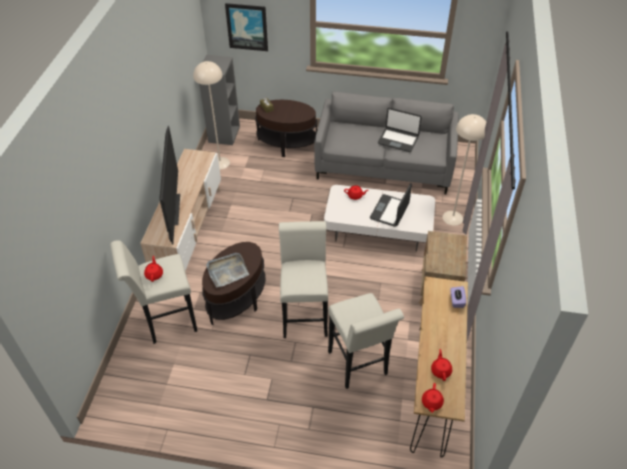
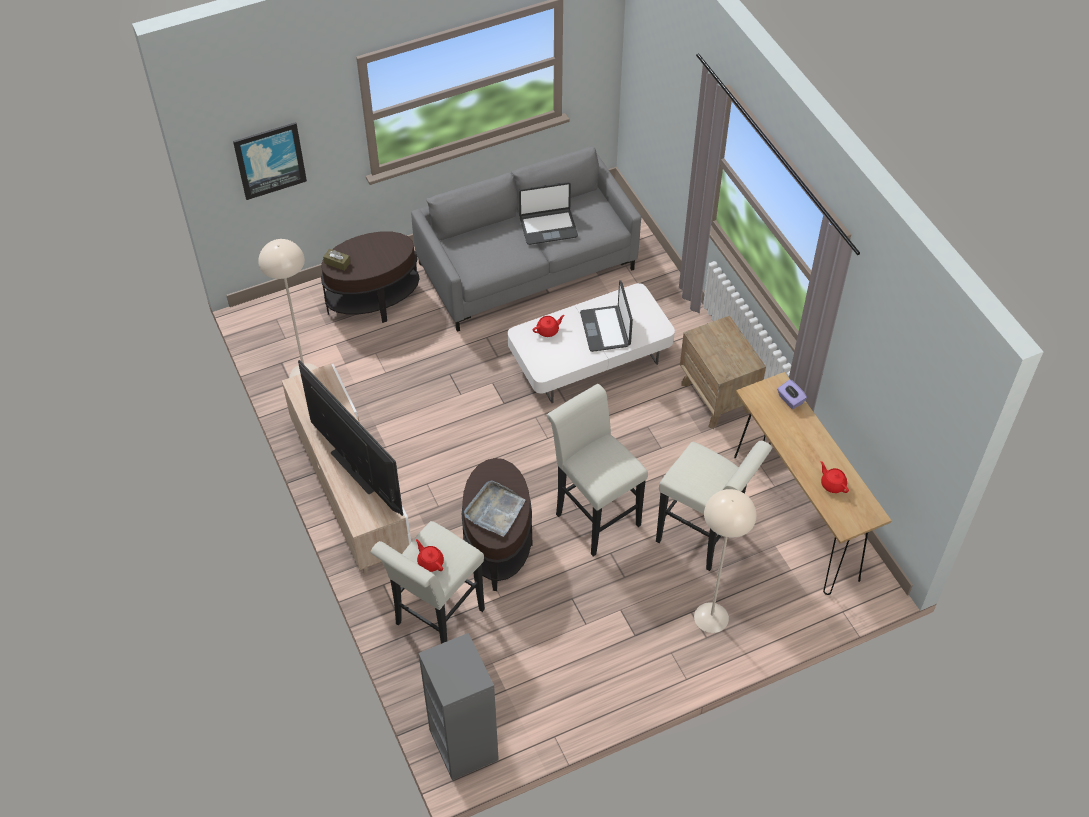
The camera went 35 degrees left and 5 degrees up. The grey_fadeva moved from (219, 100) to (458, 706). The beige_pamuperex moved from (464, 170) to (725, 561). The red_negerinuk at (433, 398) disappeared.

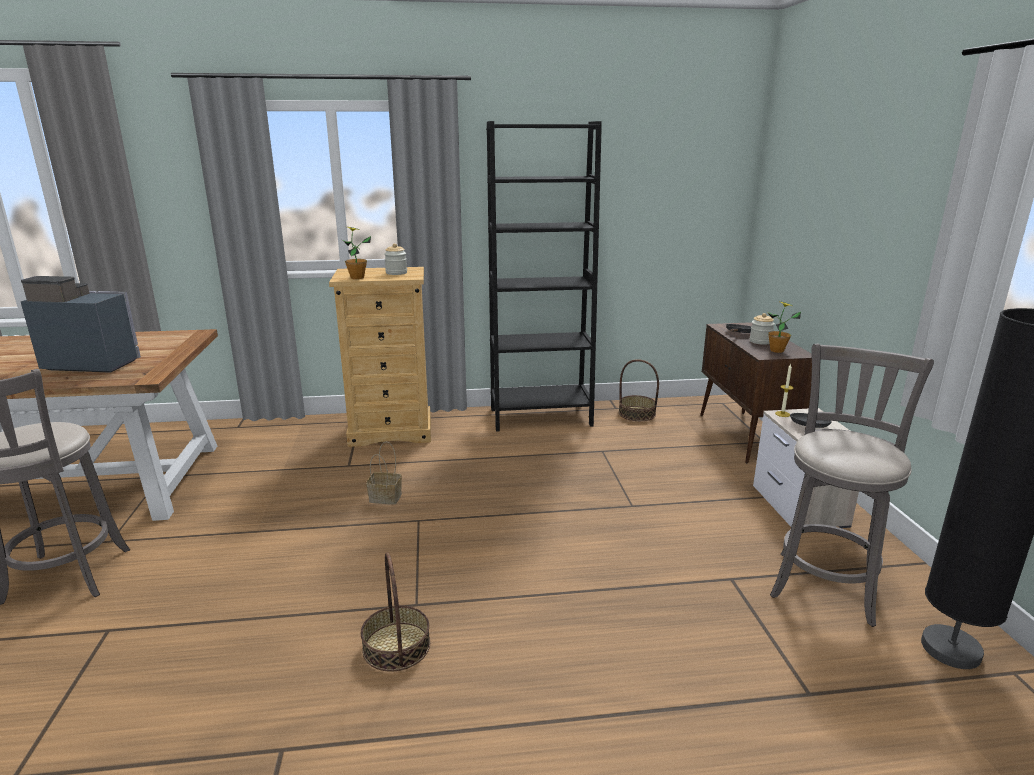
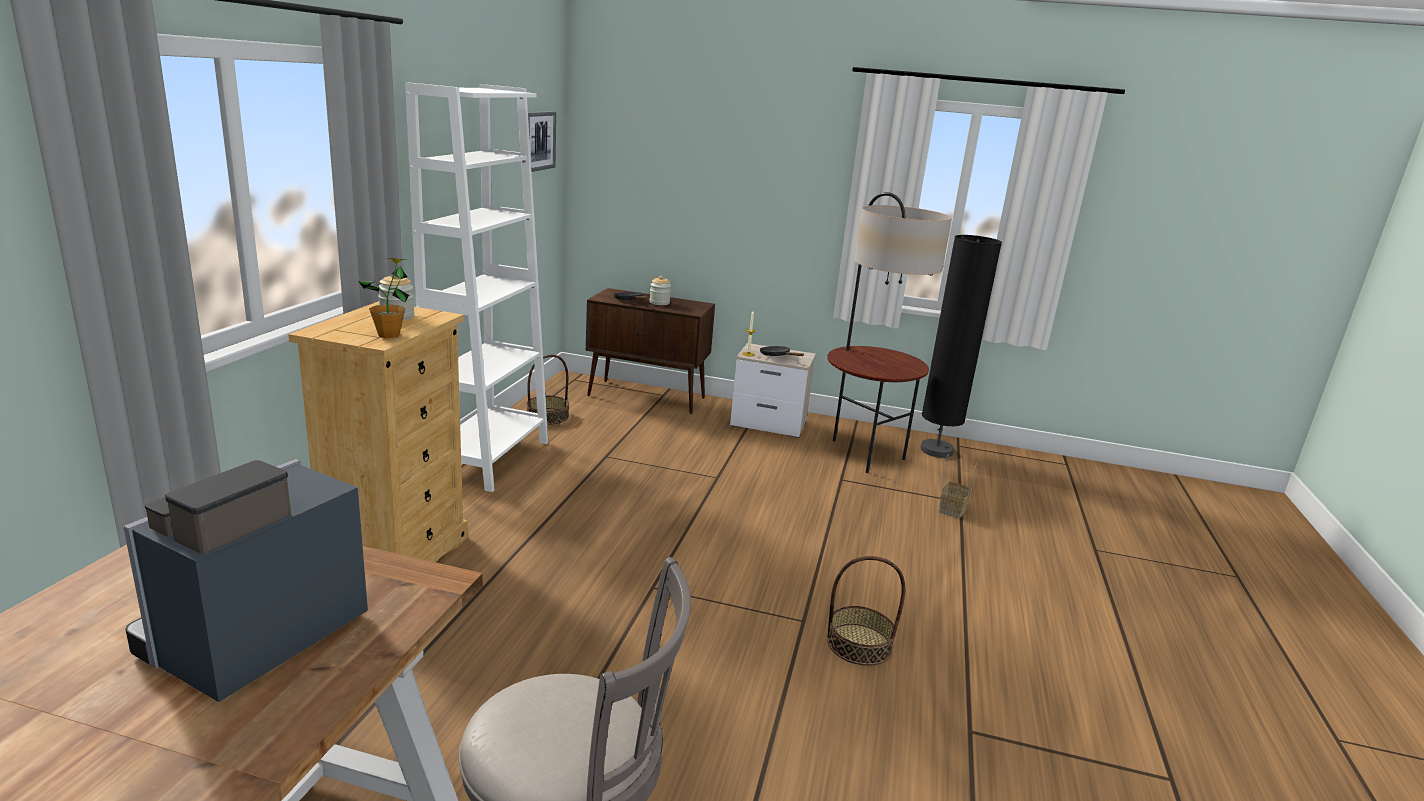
The camera went 70 degrees left and 0 degrees up. The black_fadeva at (544, 276) became the white_fadeva at (476, 287). The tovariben at (784, 327) disappeared. The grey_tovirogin at (852, 485) was replaced by the pamuperex at (889, 332). The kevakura moved from (384, 472) to (958, 486). The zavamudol at (542, 141) appeared.

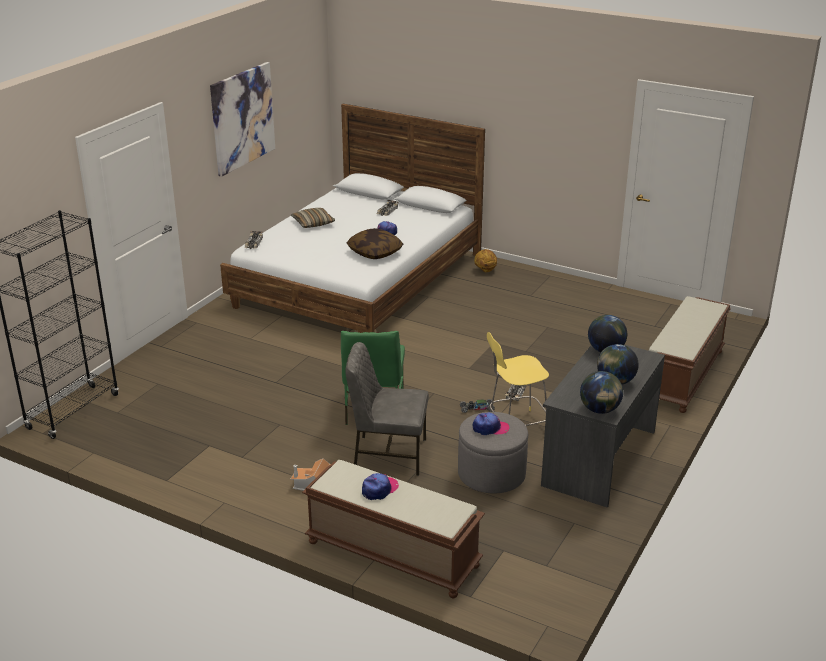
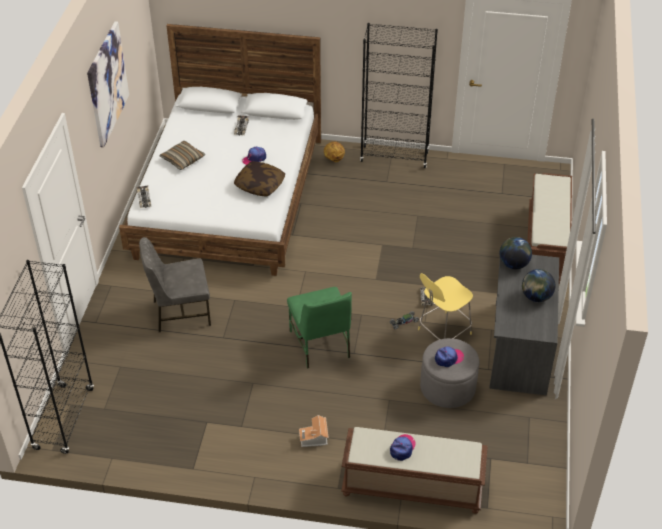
The camera went 20 degrees left and 15 degrees up. The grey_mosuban moved from (387, 408) to (175, 284). The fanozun at (601, 392) disappeared. The black_fadeva at (399, 95) appeared.

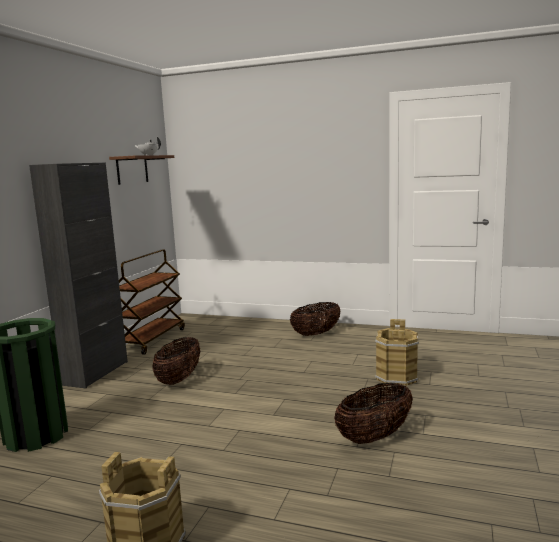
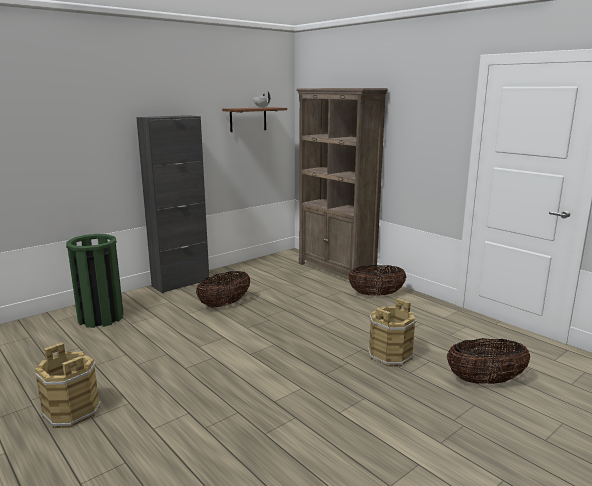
The camera went 30 degrees right and 5 degrees up. The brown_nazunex at (152, 302) disappeared. The kevakura moved from (373, 413) to (488, 361). The brown_fadeva at (342, 182) appeared.

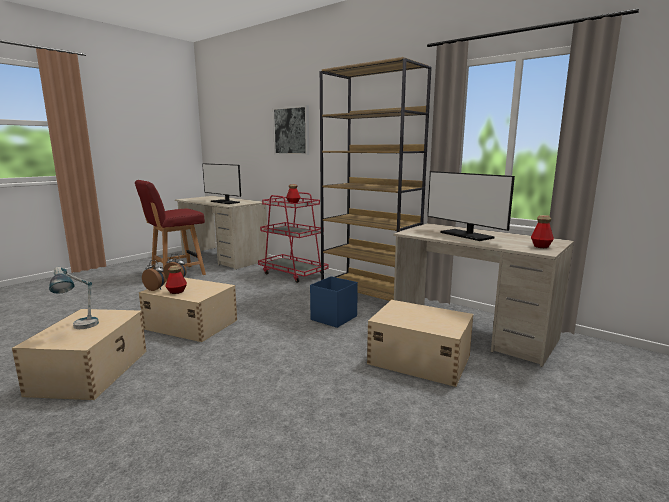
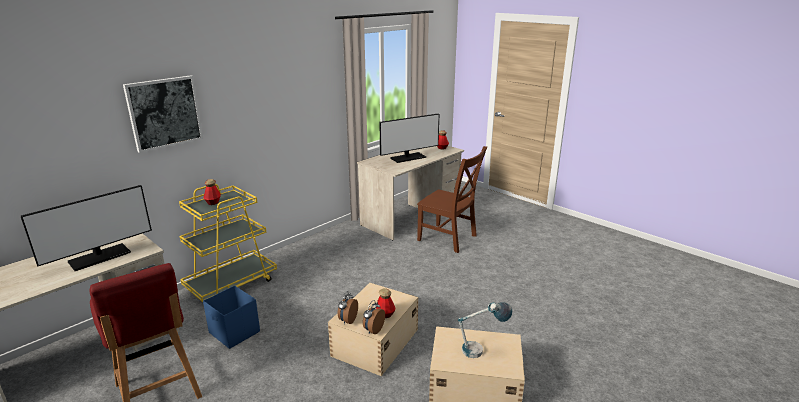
The camera went 85 degrees left and 10 degrees up. The brown_fadeva at (376, 179) disappeared. The red_nazunex at (293, 237) became the yellow_nazunex at (228, 243). The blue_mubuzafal moved from (334, 302) to (231, 317). The beige_mubuzafal at (420, 343) was replaced by the brown_mosuban at (452, 199).

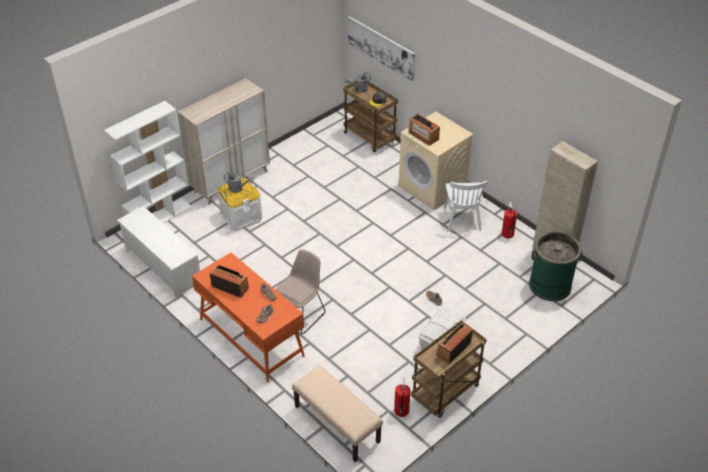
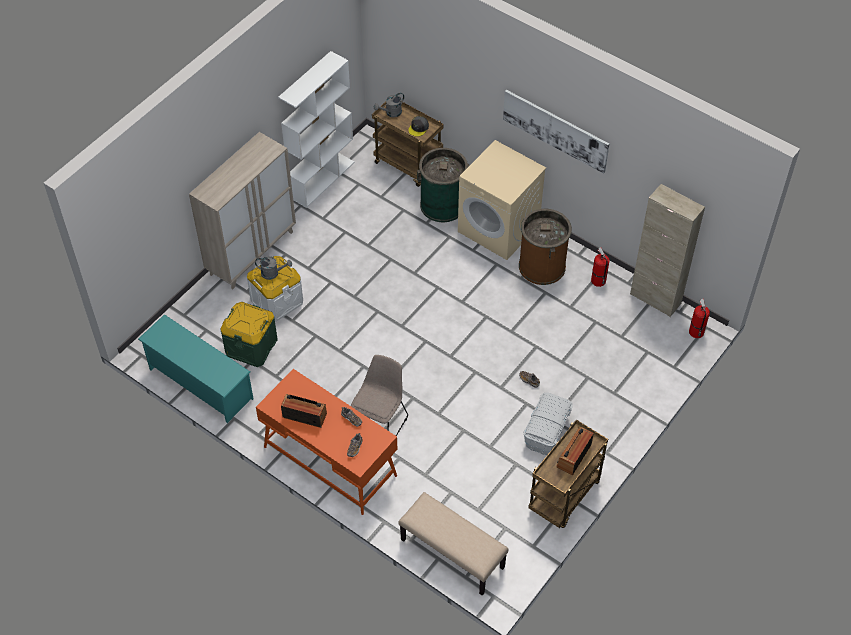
The camera went 10 degrees left and 10 degrees up. The zavamudol moved from (381, 48) to (556, 132). The white_fadeva moved from (148, 162) to (316, 129). The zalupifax at (424, 129) disappeared. The white_mosuban at (465, 206) was replaced by the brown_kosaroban at (545, 247). The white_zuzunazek at (158, 252) became the turquoise_zuzunazek at (196, 368). The green_kosaroban moved from (555, 266) to (443, 185). The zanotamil moved from (402, 397) to (699, 318). The green_mubuzafal at (249, 334) appeared.

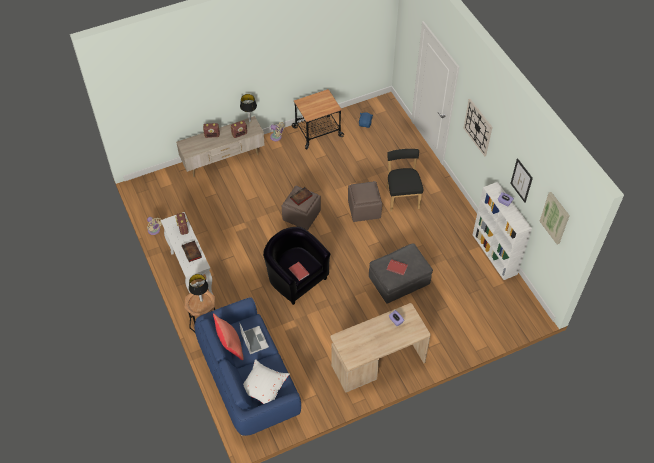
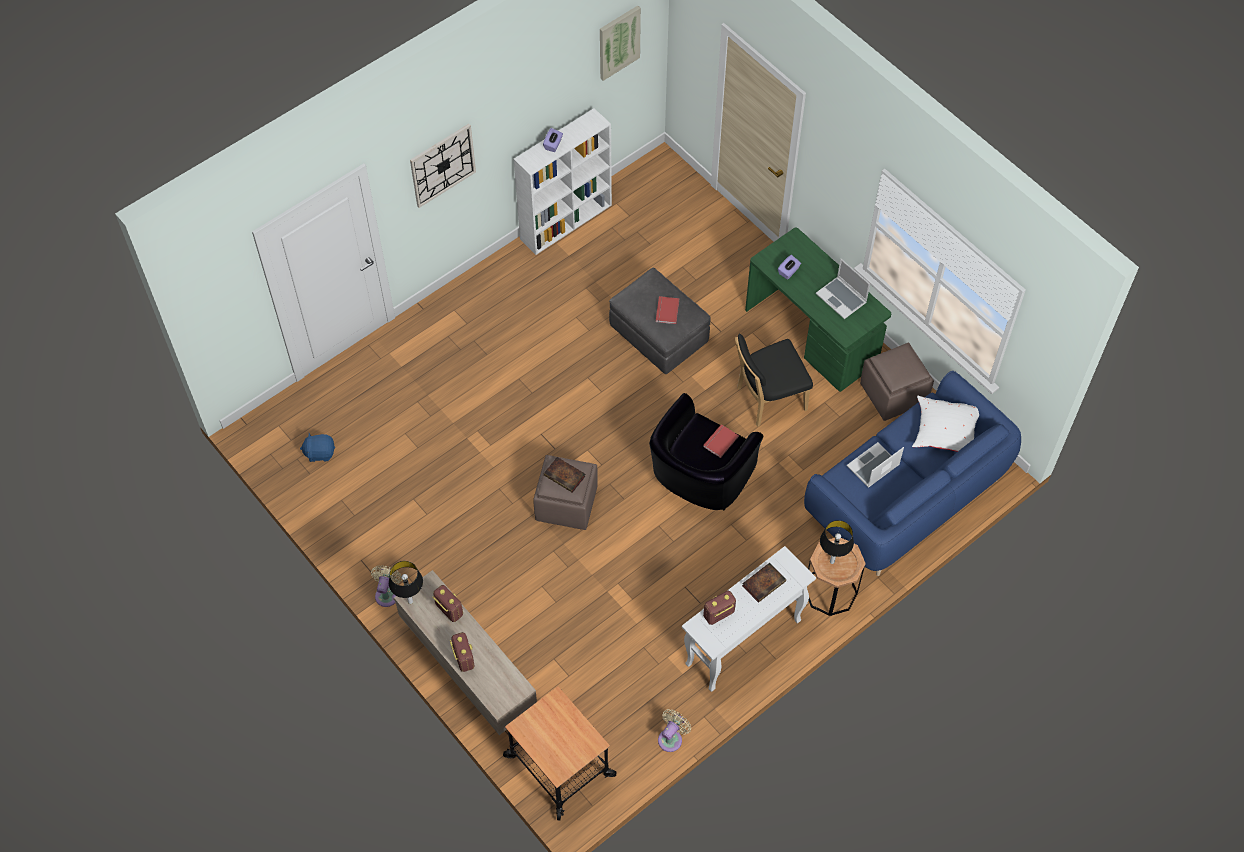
The camera went 105 degrees left and 5 degrees up. The nazunex moved from (318, 119) to (560, 753). The black_mosuban moved from (405, 180) to (774, 380). The zavamudol at (521, 180) disappeared. The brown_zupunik moved from (365, 201) to (897, 382). The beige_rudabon at (380, 348) became the green_rudabon at (818, 310). The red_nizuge at (228, 336) disappeared. The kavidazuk at (843, 289) appeared.

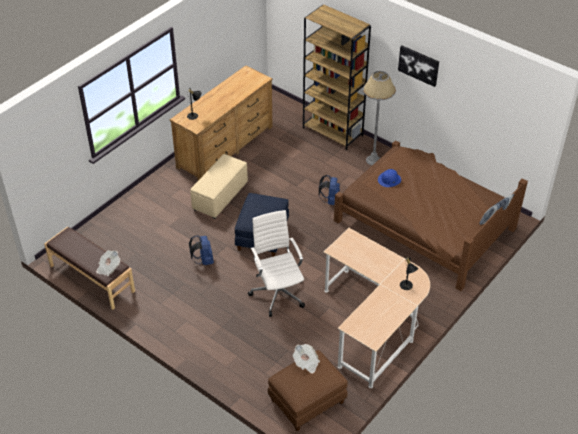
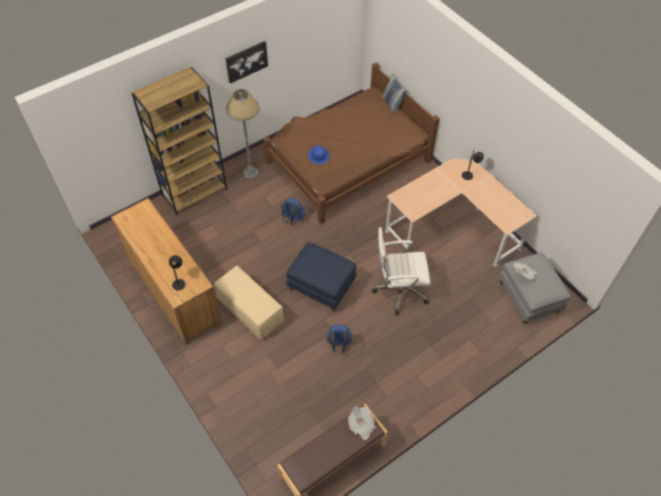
The camera went 75 degrees left and 10 degrees up. The brown_zupunik at (308, 390) became the grey_zupunik at (535, 288).

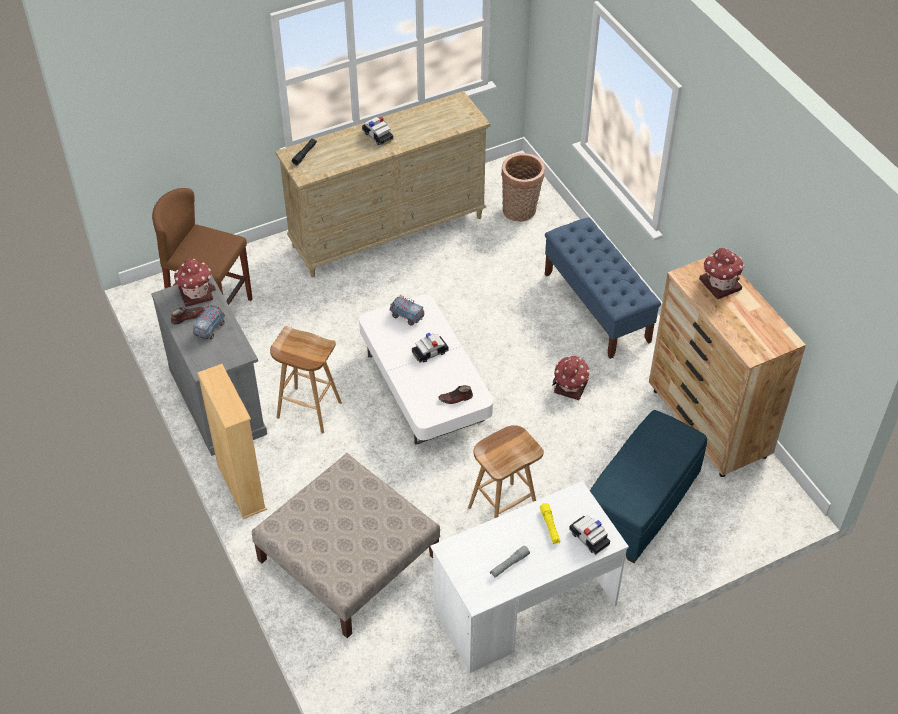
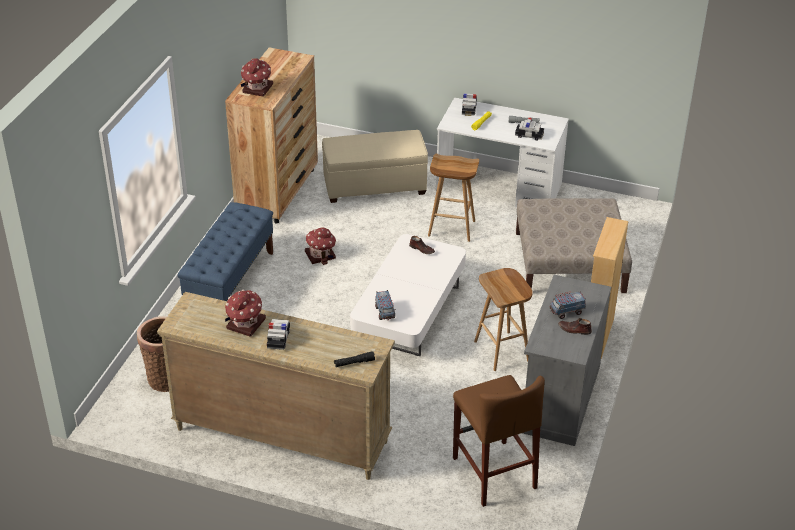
The camera went 135 degrees left and 10 degrees down. The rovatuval moved from (195, 283) to (245, 313). The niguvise moved from (430, 347) to (529, 128). The blue_zupunik at (648, 486) became the beige_zupunik at (375, 166).

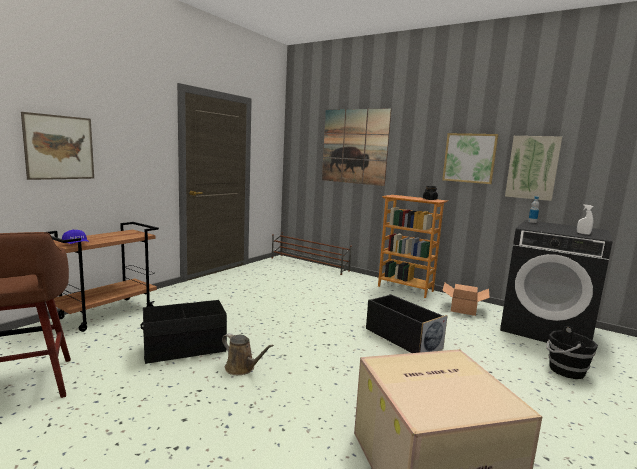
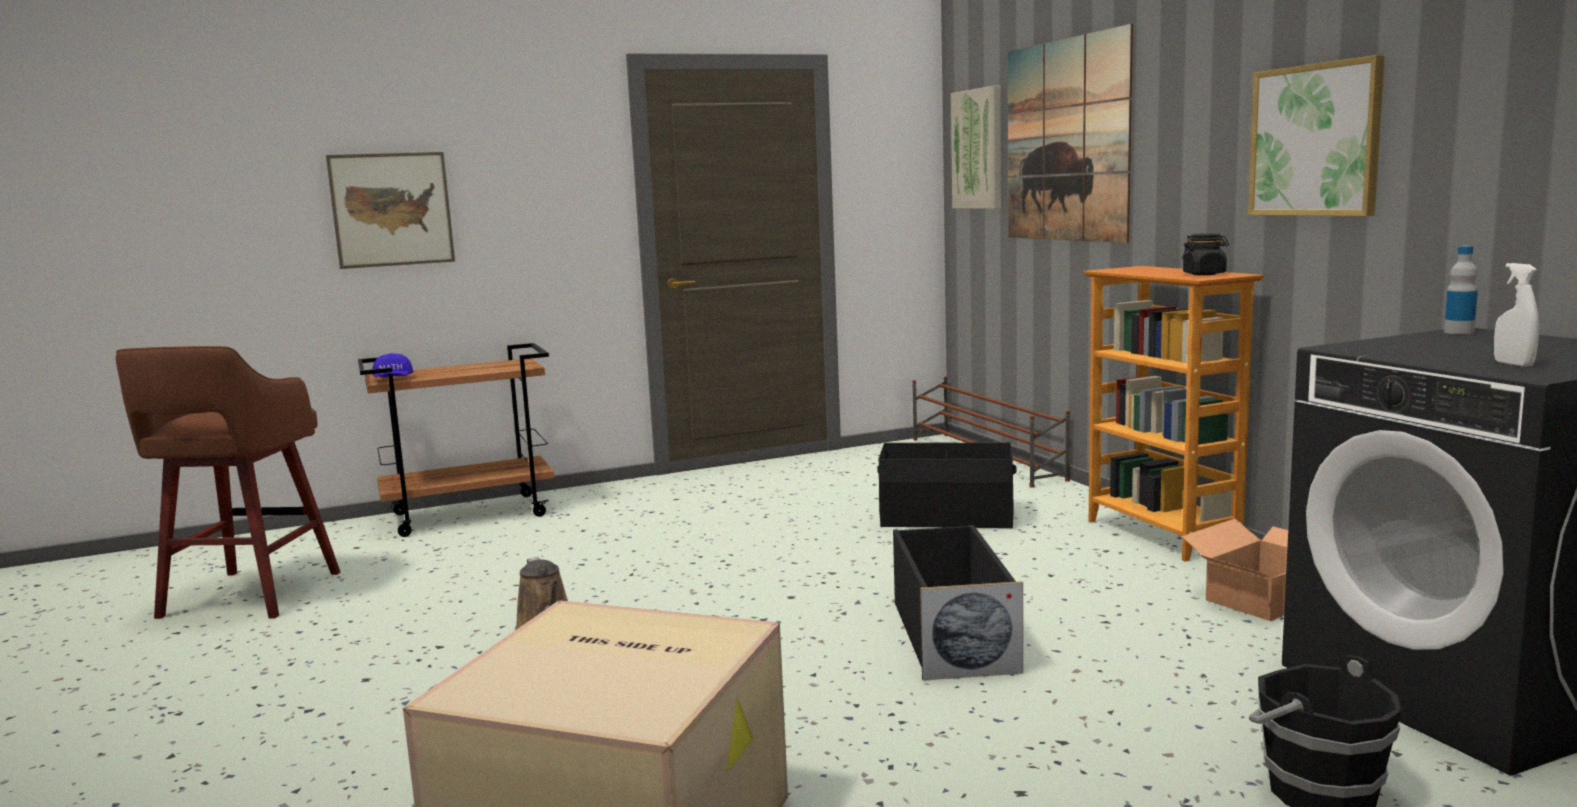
The camera went 35 degrees right and 0 degrees up. The zavamudol moved from (533, 168) to (976, 147). The black_mubuzafal moved from (184, 332) to (946, 485).

